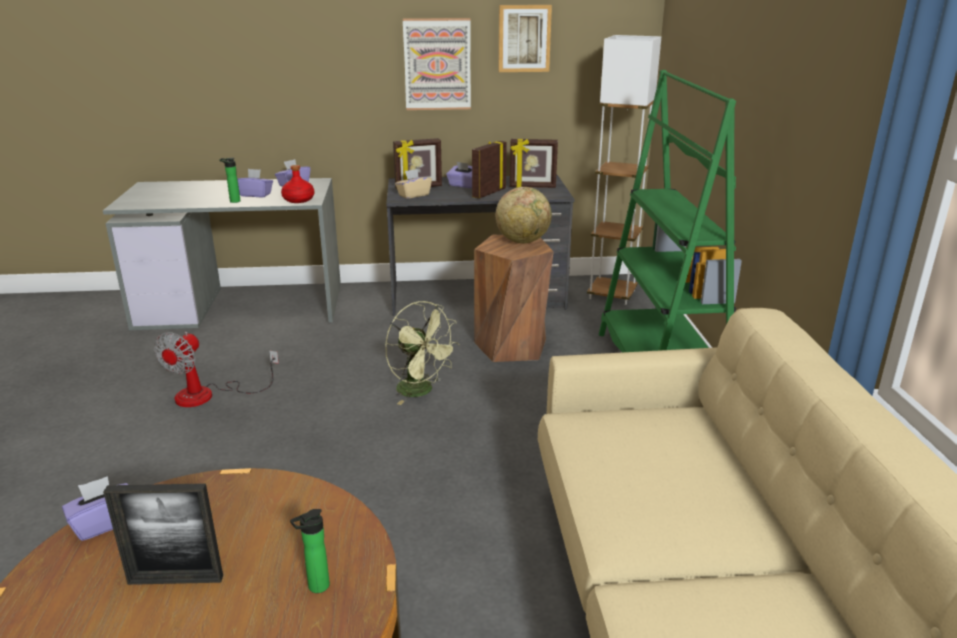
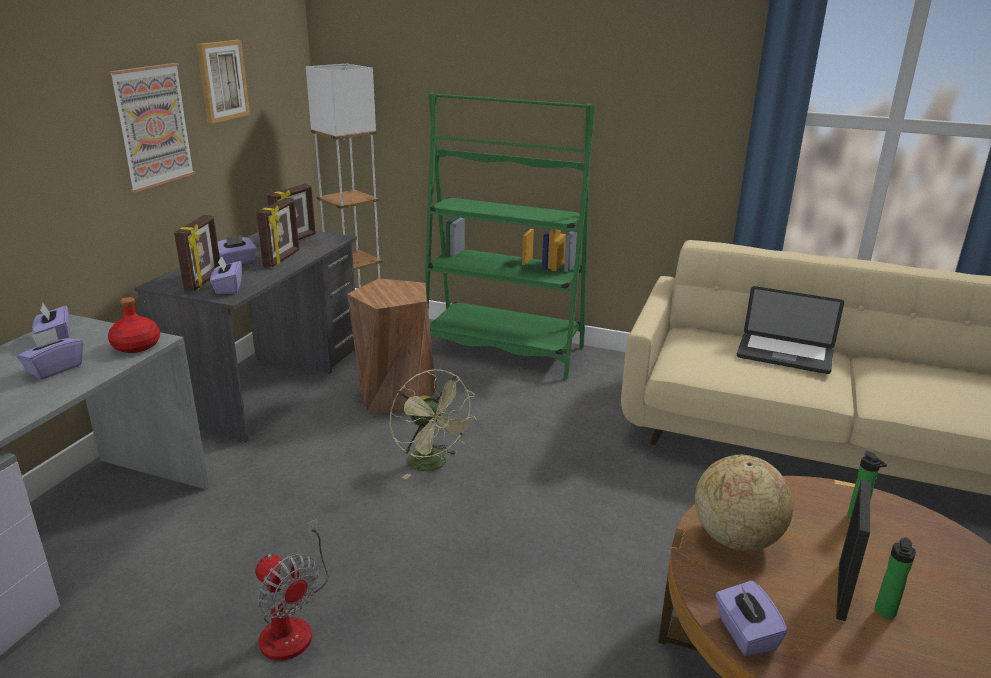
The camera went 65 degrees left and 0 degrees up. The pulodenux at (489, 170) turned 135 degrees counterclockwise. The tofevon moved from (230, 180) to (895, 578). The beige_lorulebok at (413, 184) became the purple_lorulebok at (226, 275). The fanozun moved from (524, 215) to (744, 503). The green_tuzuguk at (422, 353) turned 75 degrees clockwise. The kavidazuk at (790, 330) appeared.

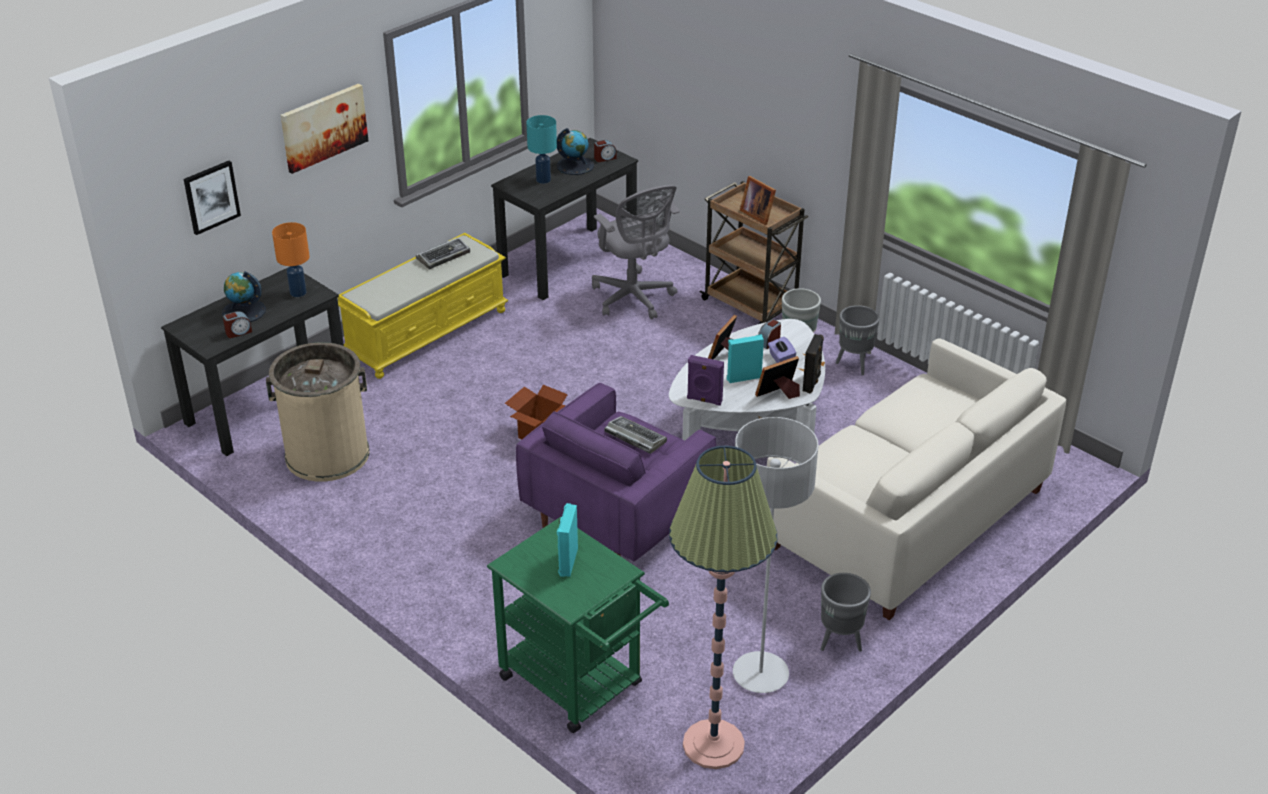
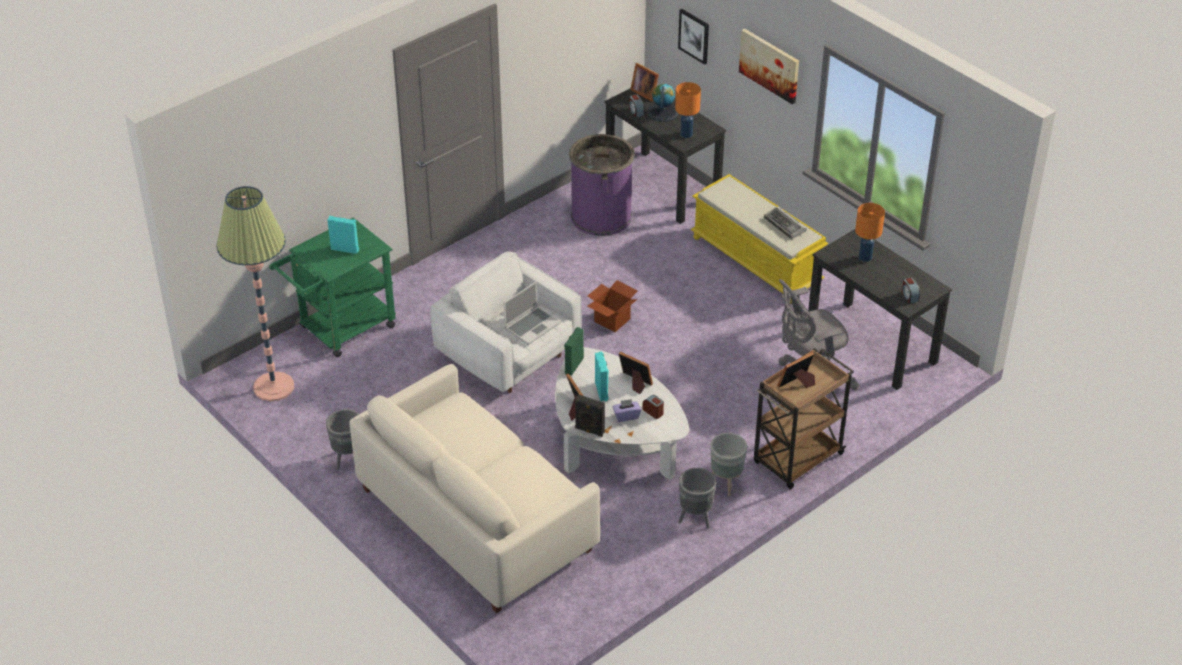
The camera went 95 degrees right and 5 degrees up. The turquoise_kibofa at (541, 149) became the orange_kibofa at (870, 232). The fanozun at (575, 151) disappeared. The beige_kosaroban at (318, 412) became the purple_kosaroban at (602, 185). The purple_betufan at (705, 380) became the green_betufan at (574, 351). The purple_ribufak at (616, 472) became the white_ribufak at (506, 322). The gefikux at (636, 435) was replaced by the kavidazuk at (532, 313). The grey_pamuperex at (776, 555) disappeared. The pulodenux at (644, 82) appeared.

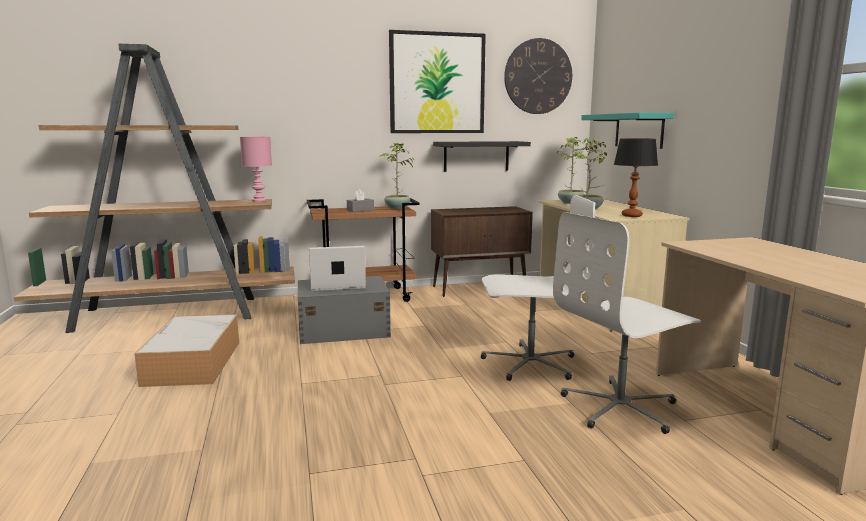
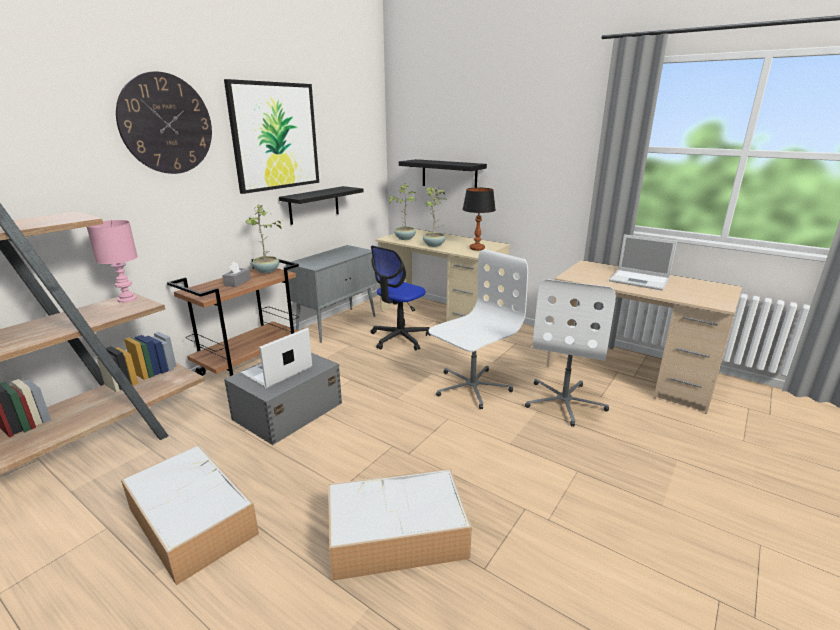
The camera went 40 degrees left and 10 degrees up. The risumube moved from (538, 76) to (164, 122). The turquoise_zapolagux at (627, 131) became the black_zapolagux at (443, 173). The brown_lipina at (482, 251) became the grey_lipina at (331, 294). The kavidazuk at (643, 262) appeared. The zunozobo at (400, 298) appeared. The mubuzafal at (400, 525) appeared.

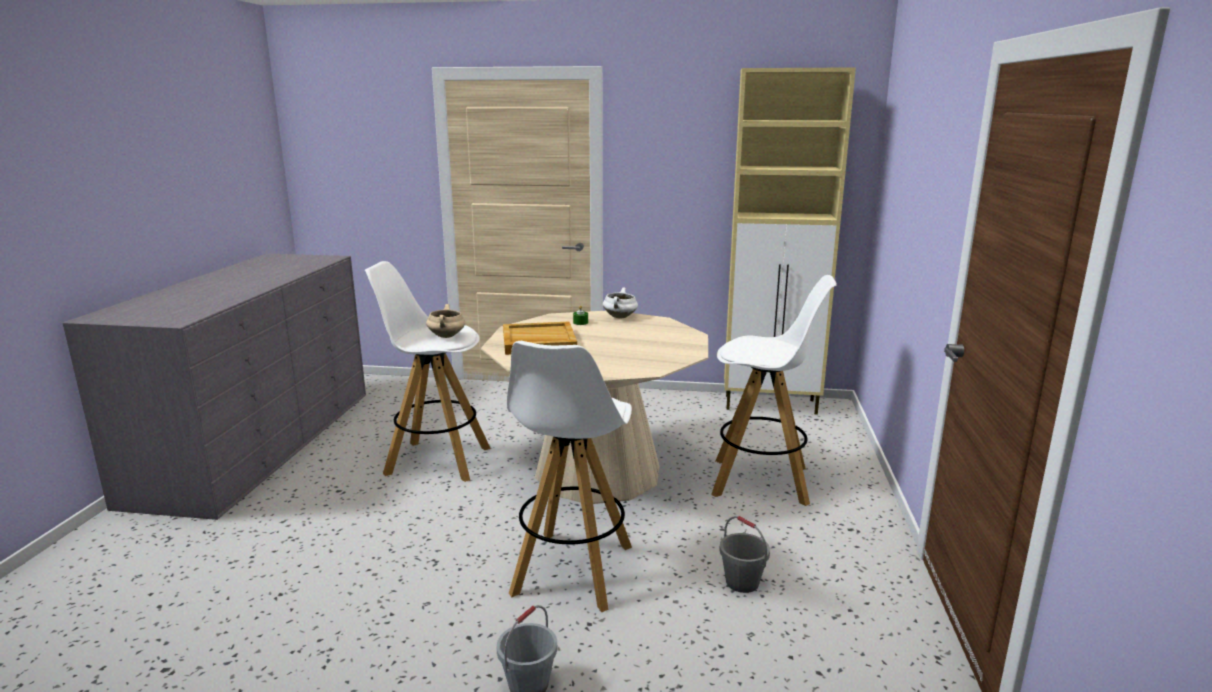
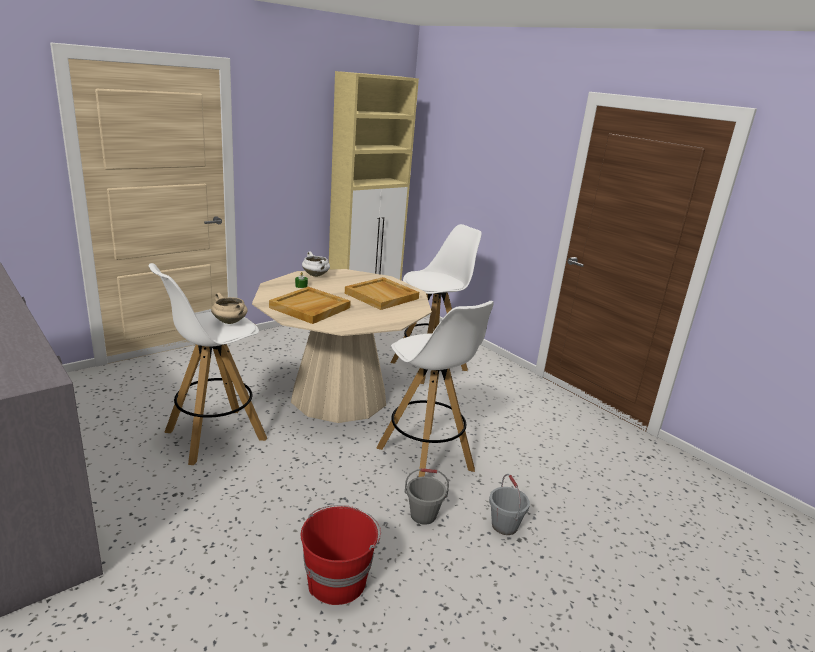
The camera went 50 degrees left and 5 degrees up. The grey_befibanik moved from (744, 554) to (427, 496). The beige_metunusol at (382, 293) appeared. The red_befibanik at (341, 555) appeared.

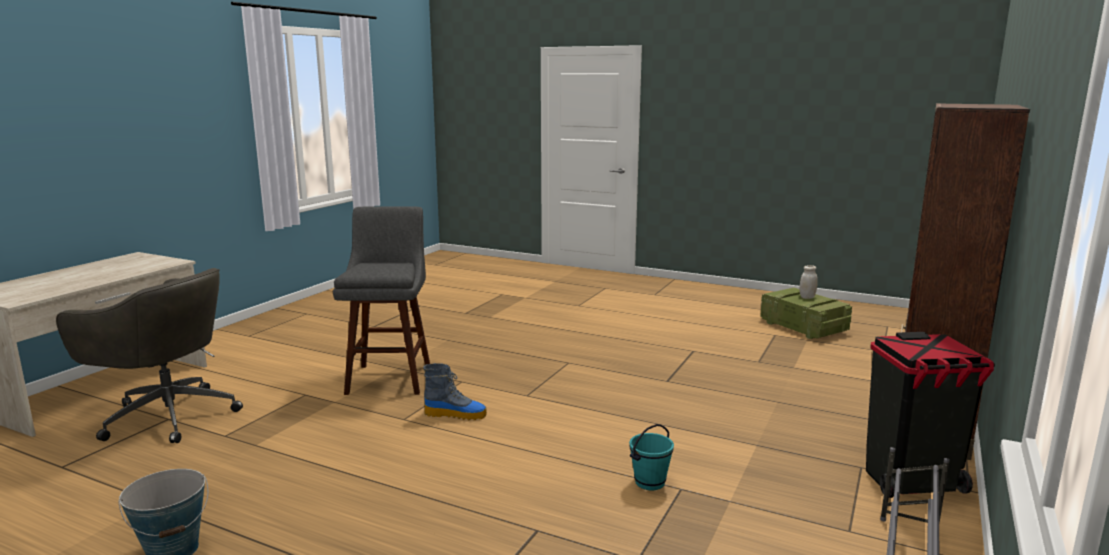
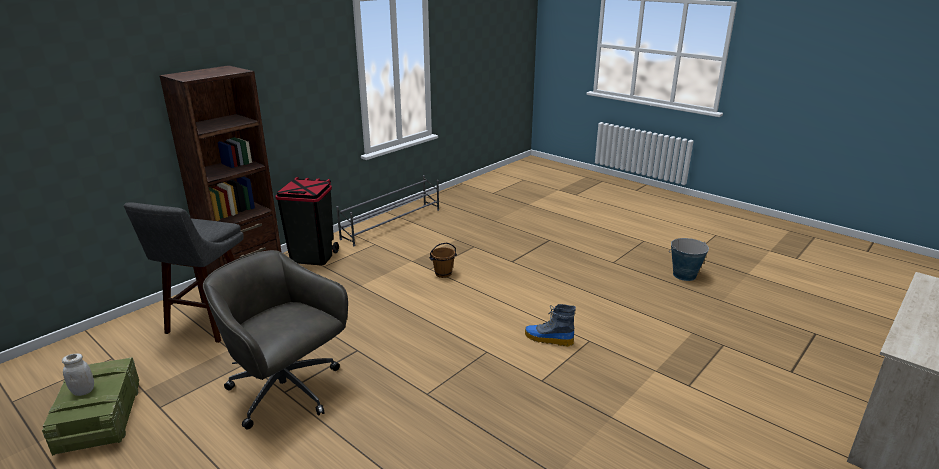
The camera went 165 degrees left and 10 degrees up. The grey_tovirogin moved from (381, 300) to (183, 272). The grey_zunozobo moved from (149, 355) to (275, 340). The turquoise_befibanik at (651, 457) became the brown_befibanik at (443, 260).

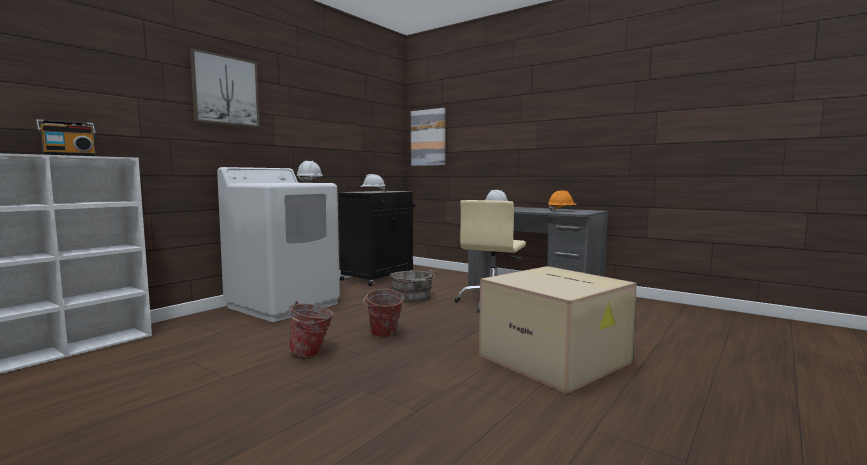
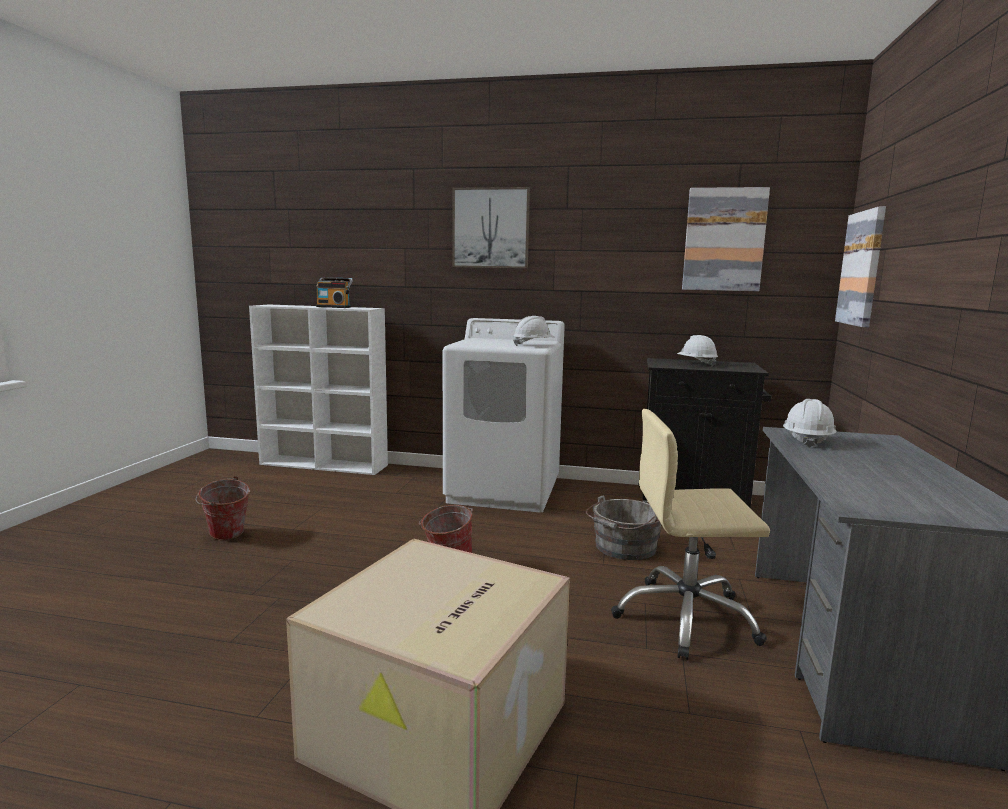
The camera went 65 degrees right and 5 degrees up. The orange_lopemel at (562, 200) disappeared. The befibanik moved from (311, 329) to (223, 508). The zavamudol at (726, 239) appeared.

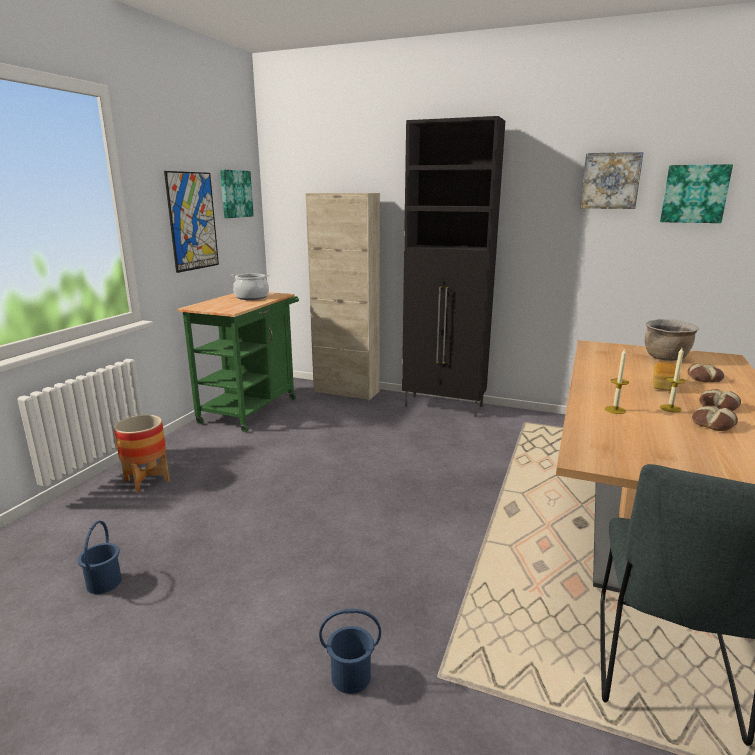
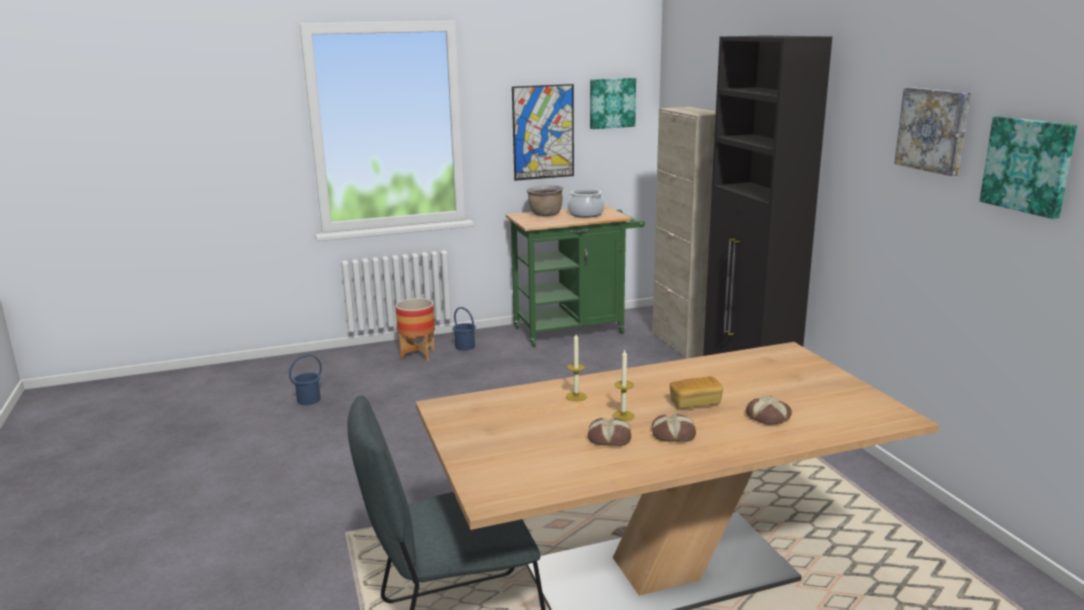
The camera went 50 degrees right and 0 degrees up. The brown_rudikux moved from (672, 340) to (545, 200). The blue_befibanik moved from (350, 651) to (464, 329).

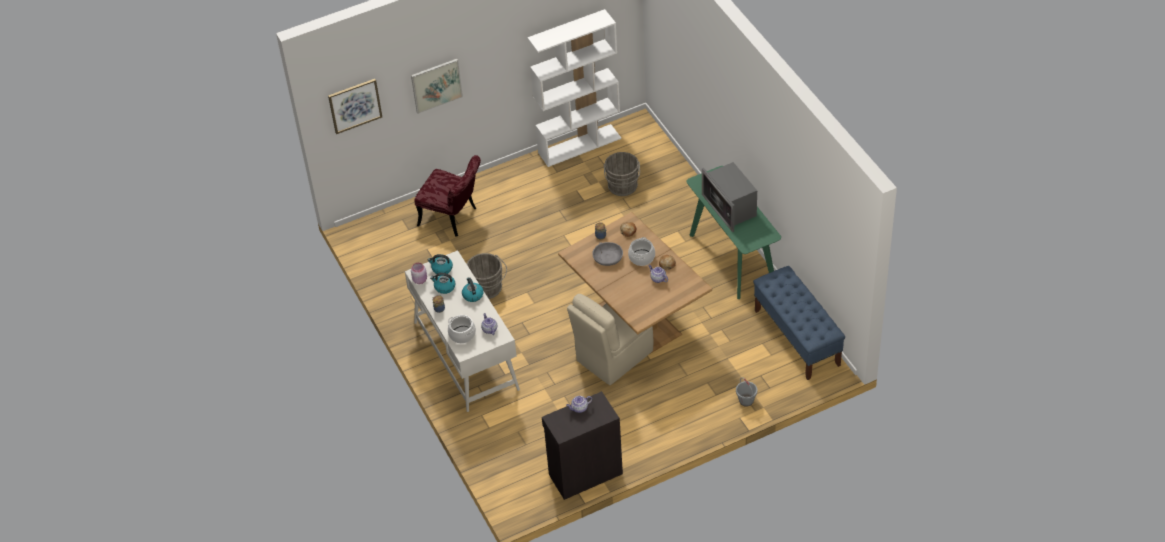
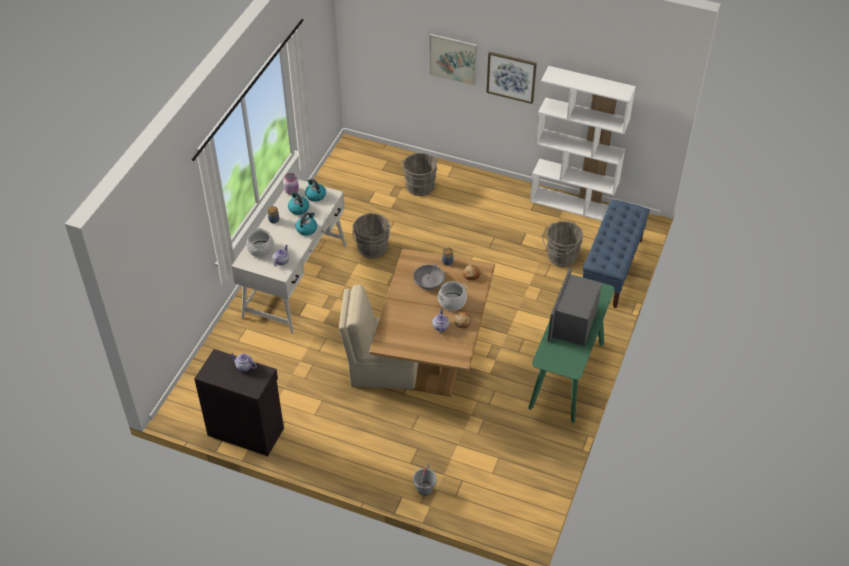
The camera went 45 degrees right and 0 degrees up. The zavamudol moved from (355, 106) to (511, 78). The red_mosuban at (447, 196) was replaced by the grey_befibanik at (419, 174). The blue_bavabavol moved from (799, 323) to (616, 253).

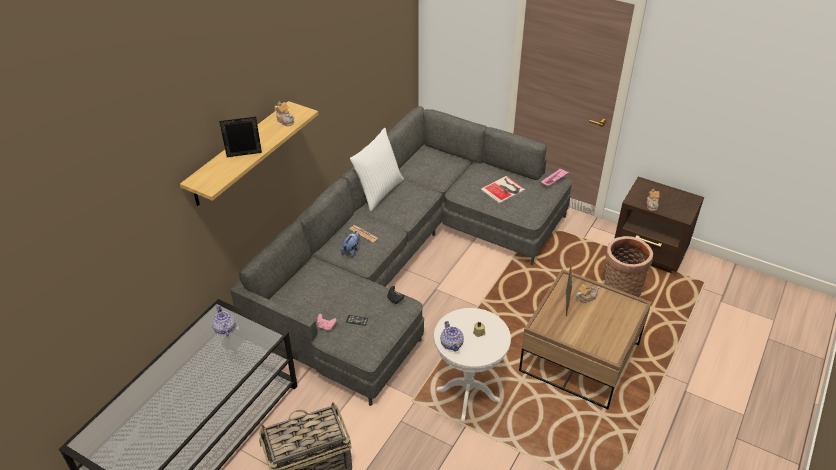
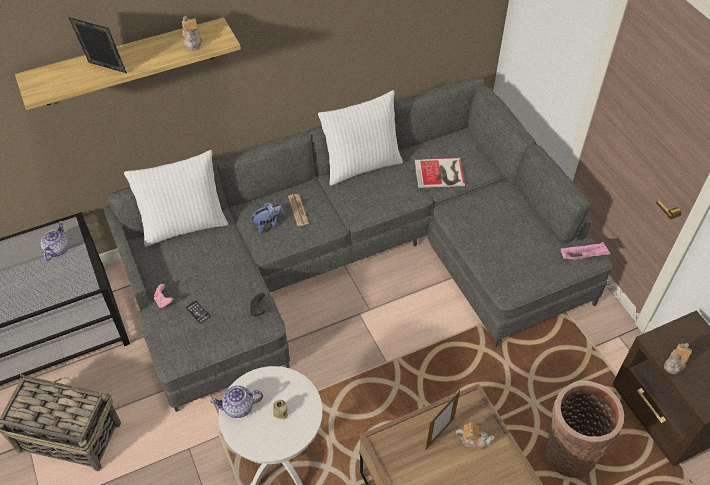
The camera went 35 degrees right and 10 degrees up. The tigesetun moved from (502, 190) to (440, 173). The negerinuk at (452, 336) turned 60 degrees clockwise. The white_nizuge at (176, 198) appeared.

